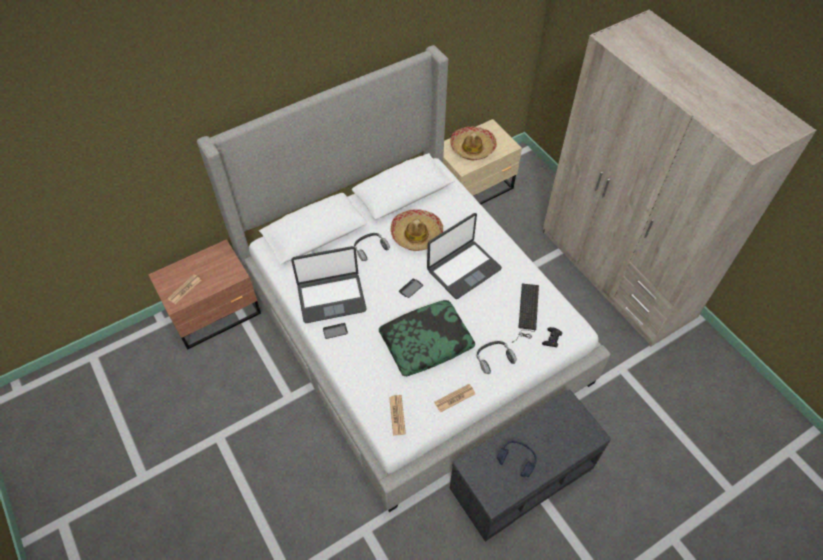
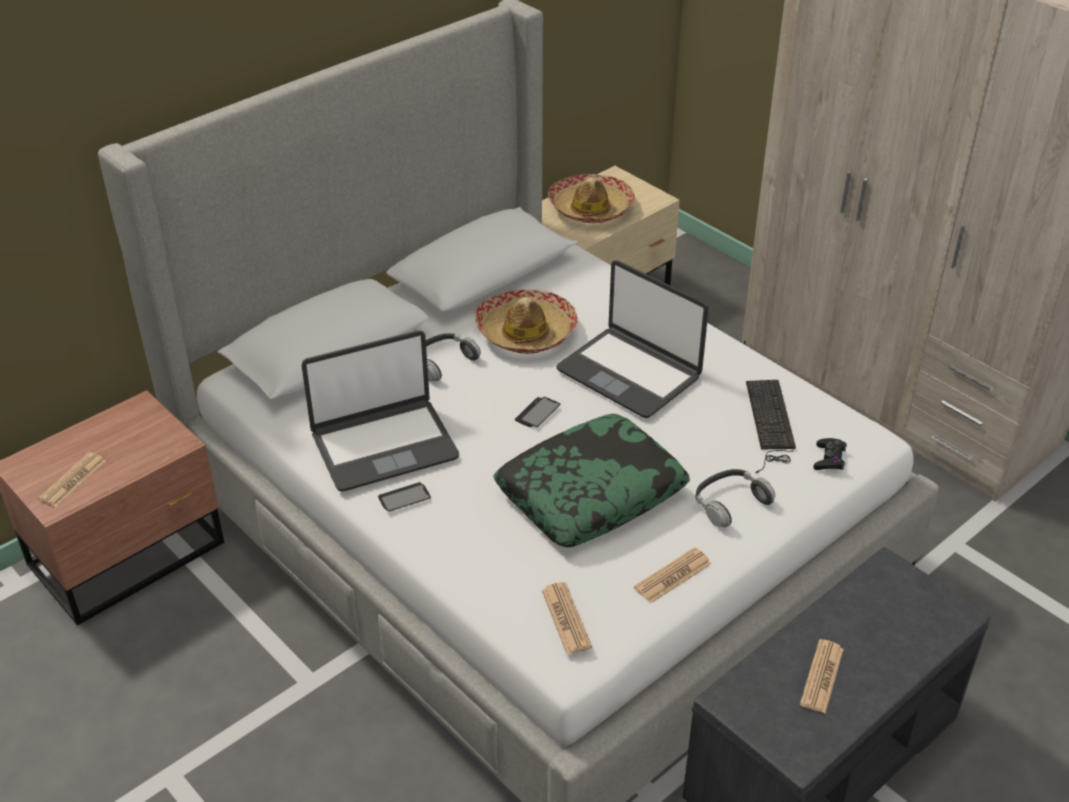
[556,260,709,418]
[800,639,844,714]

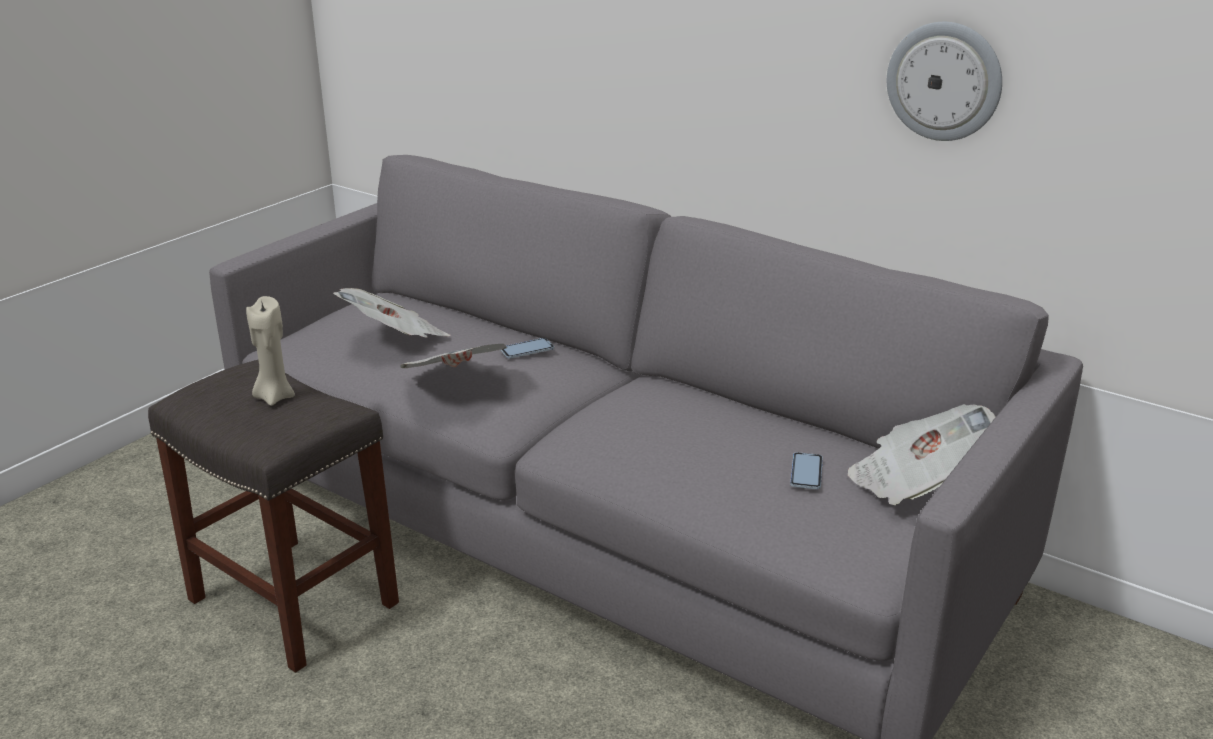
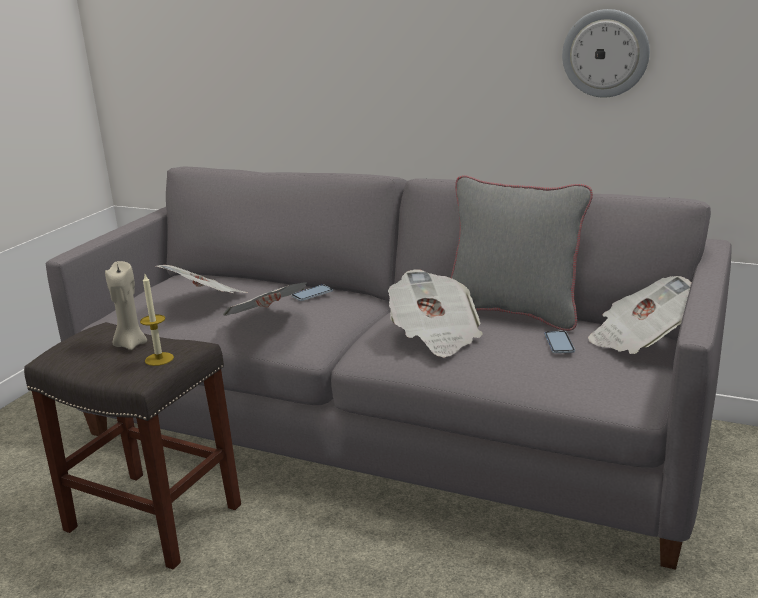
[451,175,593,331]
[388,269,483,358]
[140,274,174,366]

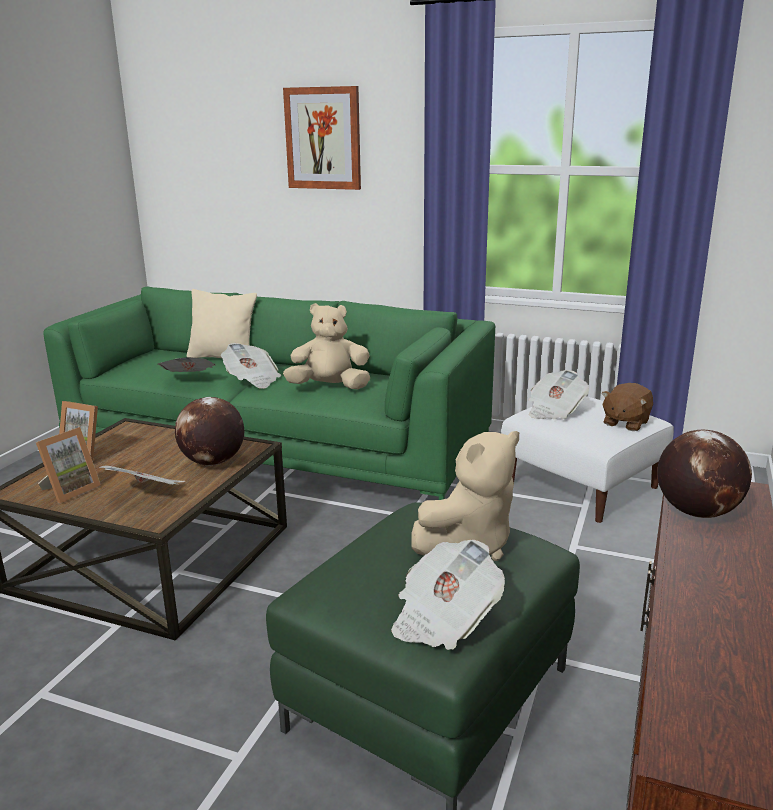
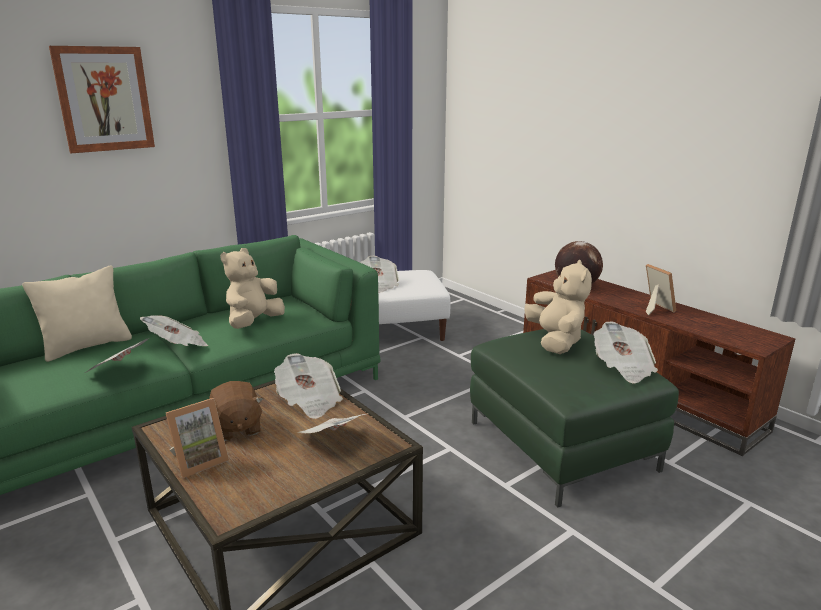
[209,381,263,441]
[274,353,343,419]
[646,264,676,315]

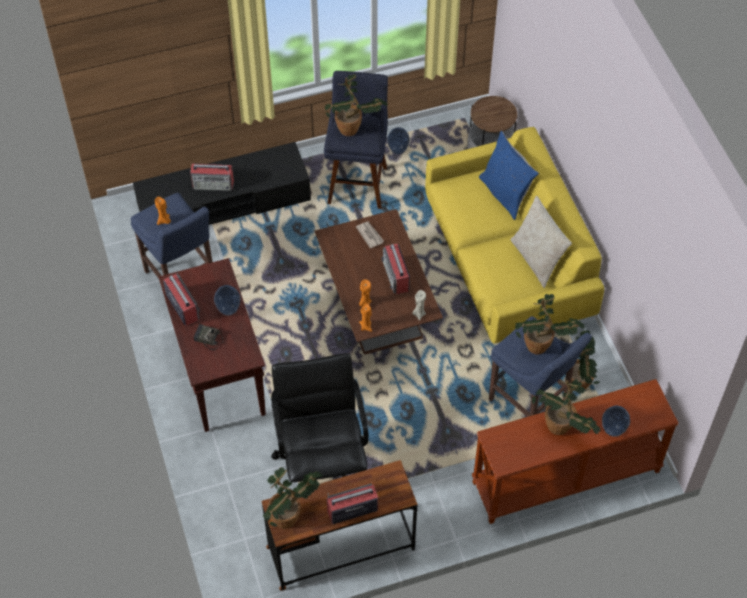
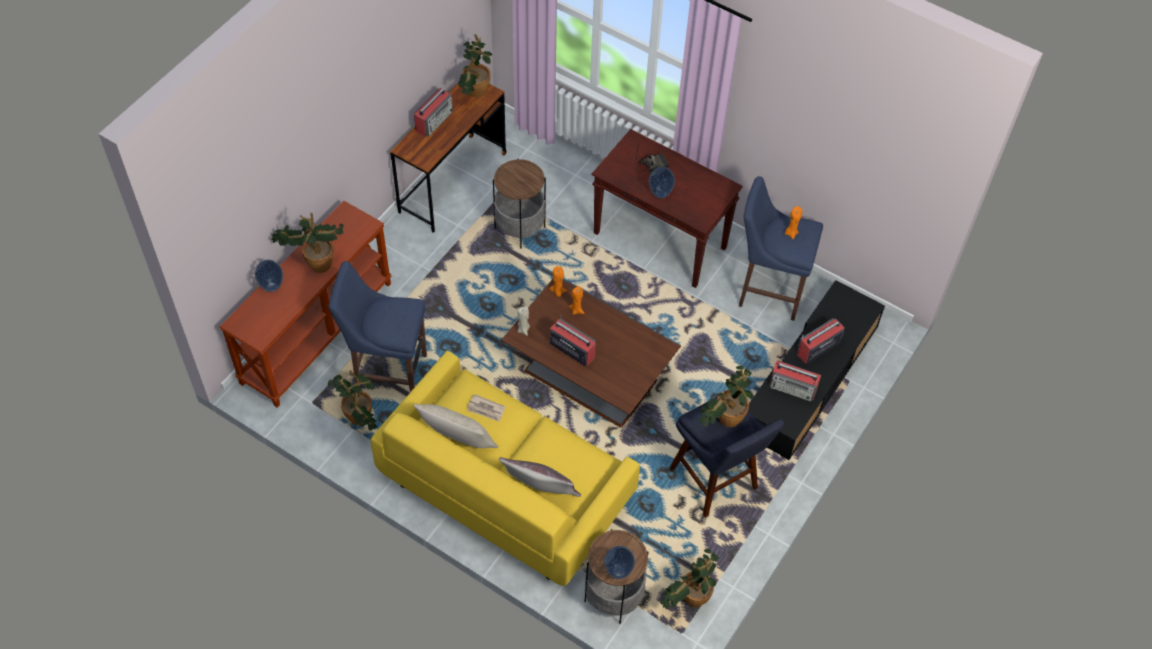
[604,546,635,579]
[499,457,581,497]
[467,394,505,422]
[769,360,821,402]
[660,549,719,610]
[493,159,546,249]

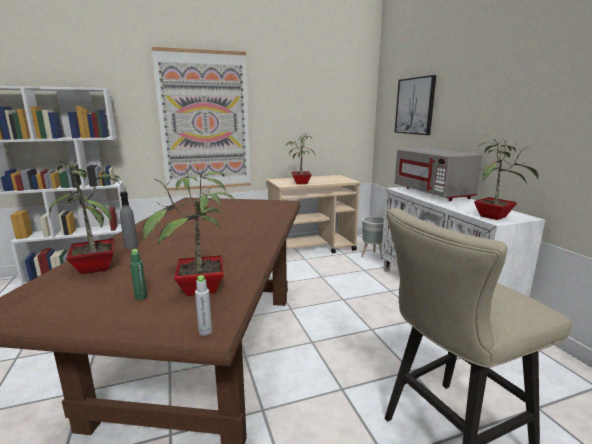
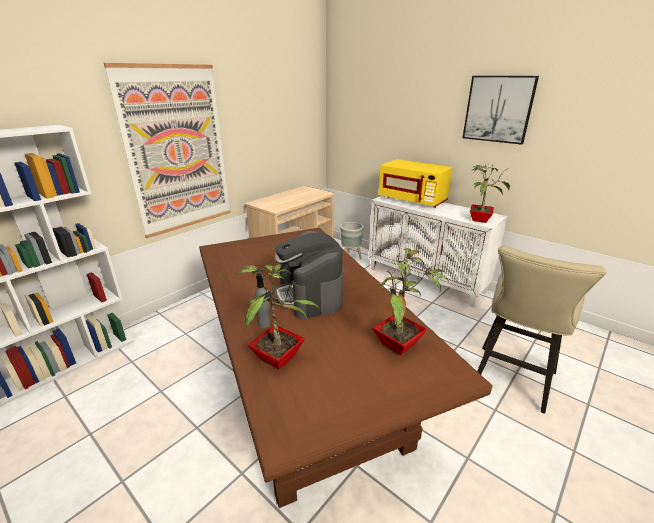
[463,76,539,145]
[286,133,315,184] (first image)
[379,159,452,208]
[130,249,147,300] (first image)
[195,275,212,336] (first image)
[275,231,343,319]

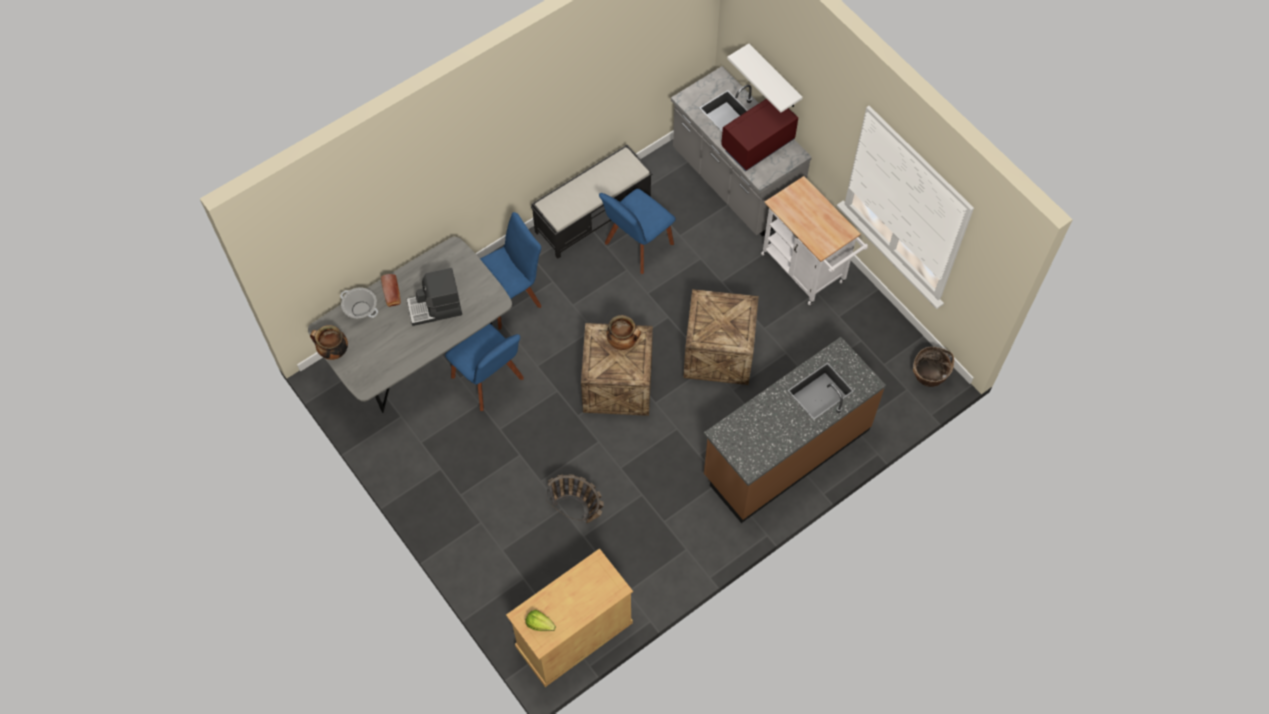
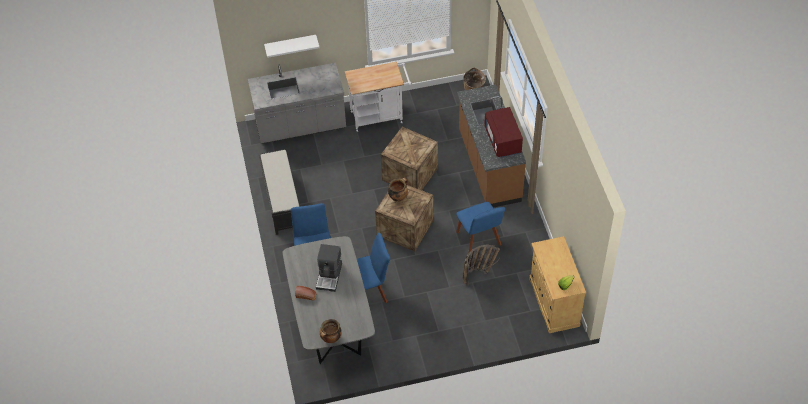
[484,107,523,157]
[456,202,505,253]
[340,287,378,318] (first image)

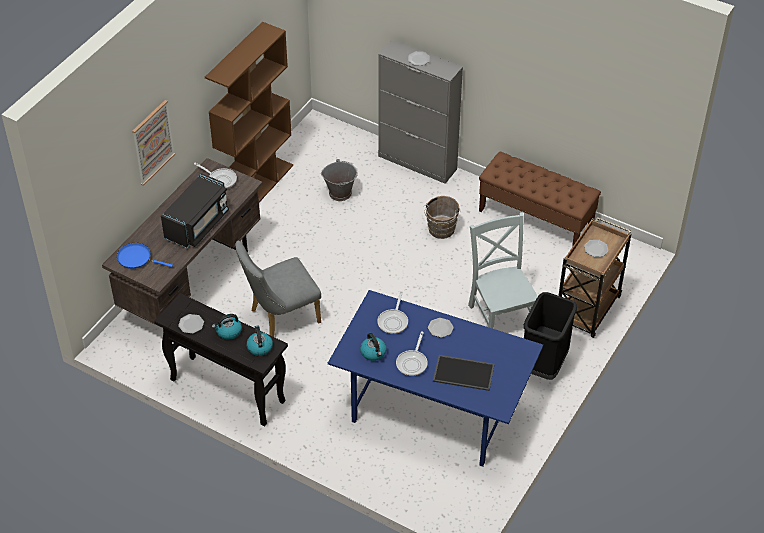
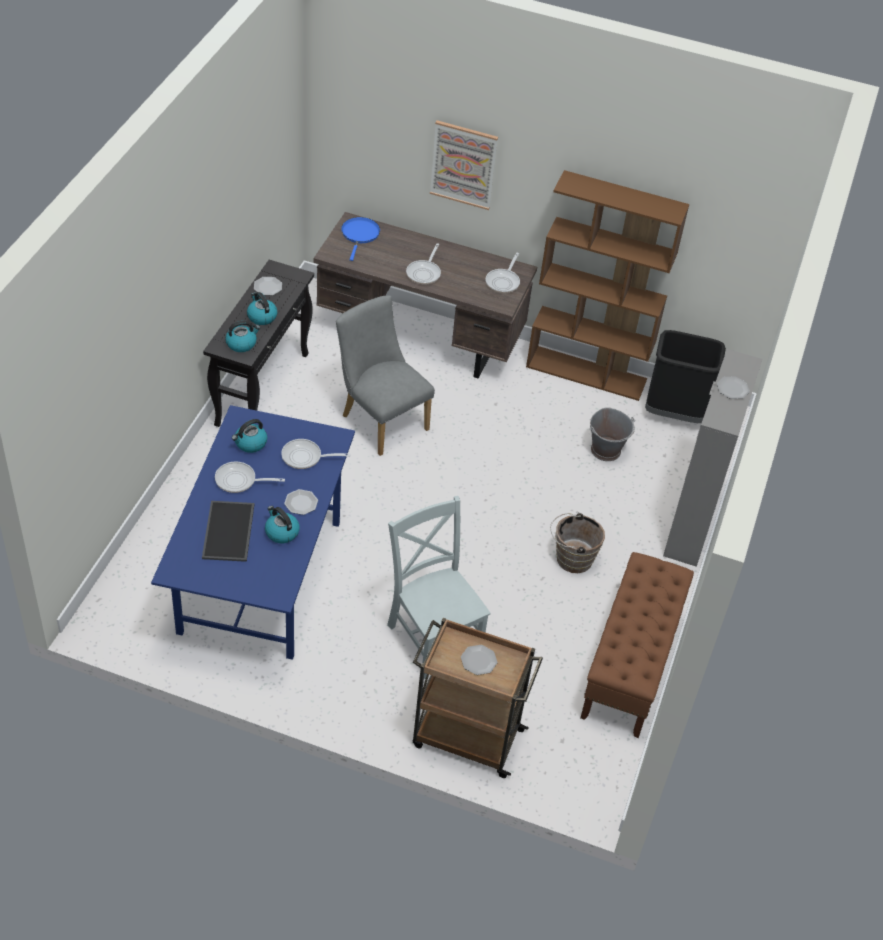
[406,243,441,284]
[387,496,491,679]
[645,330,726,423]
[265,506,300,543]

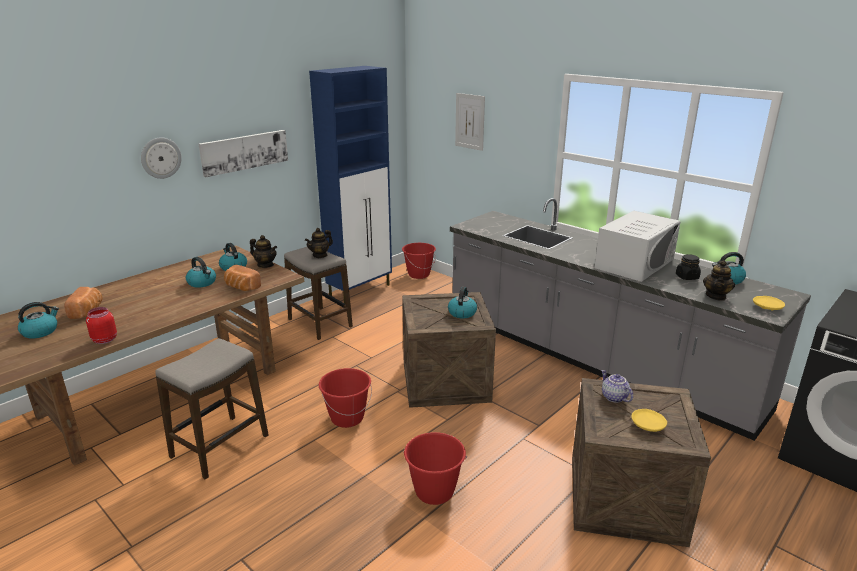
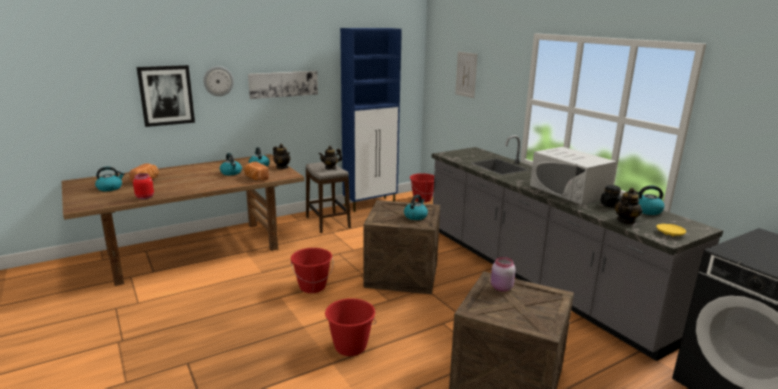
[530,147,617,205]
[155,338,269,479] (first image)
[491,257,516,292]
[631,409,667,432] (first image)
[137,65,195,127]

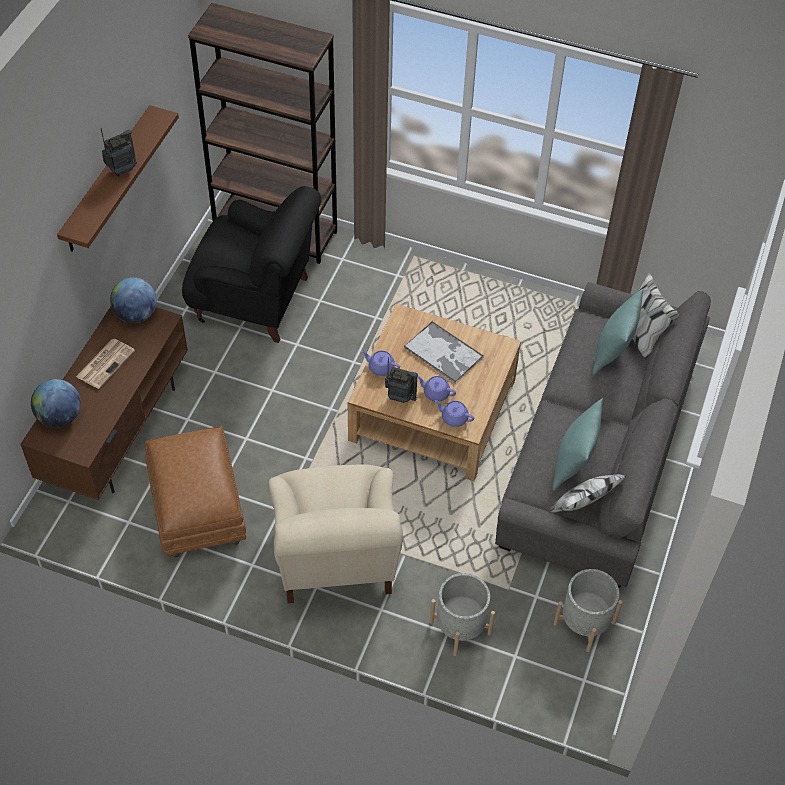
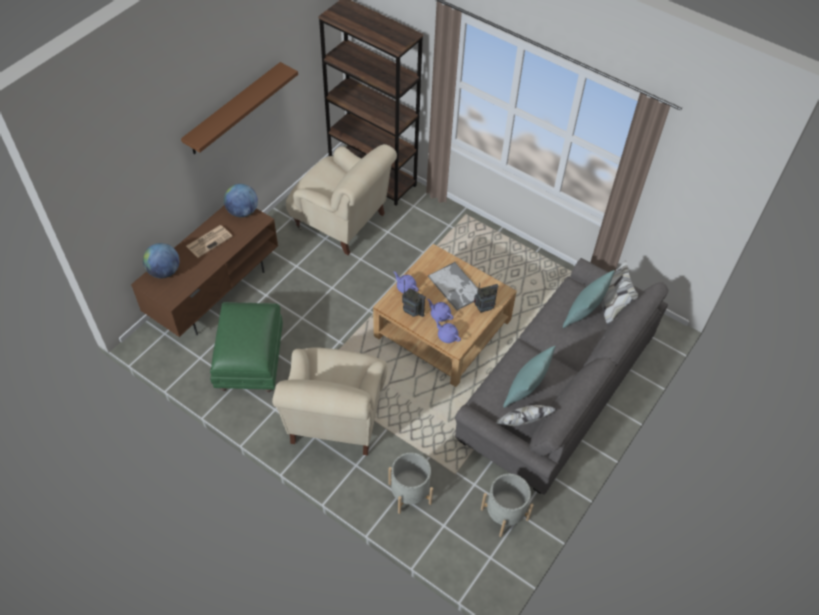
[474,283,498,312]
[286,144,397,255]
[210,302,283,392]

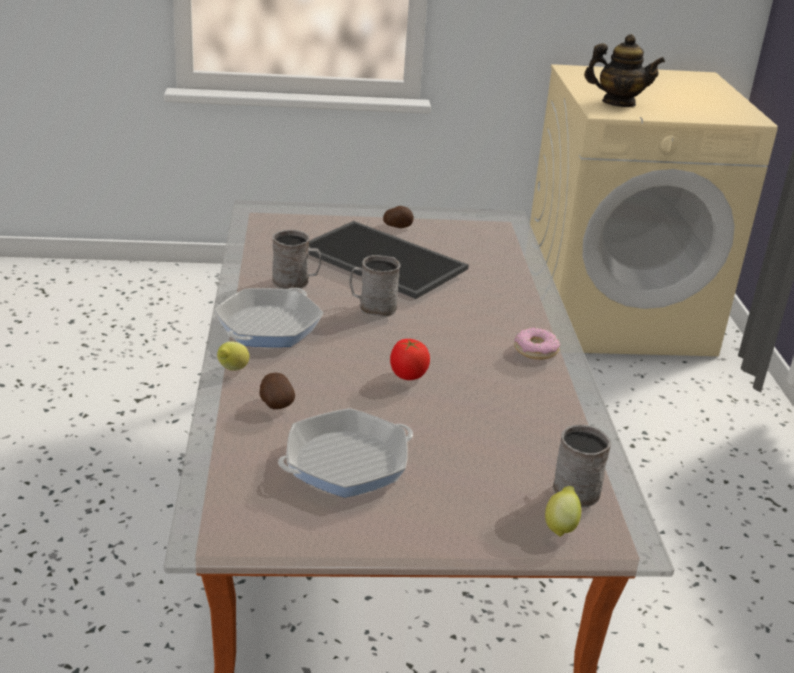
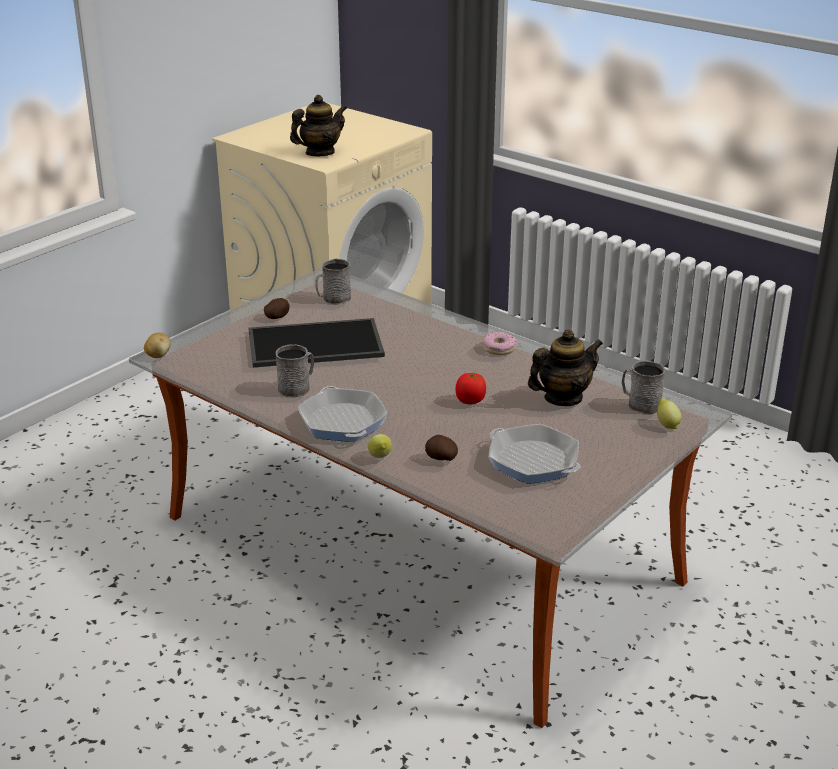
[315,258,351,305]
[489,424,580,484]
[528,329,603,406]
[144,332,171,358]

